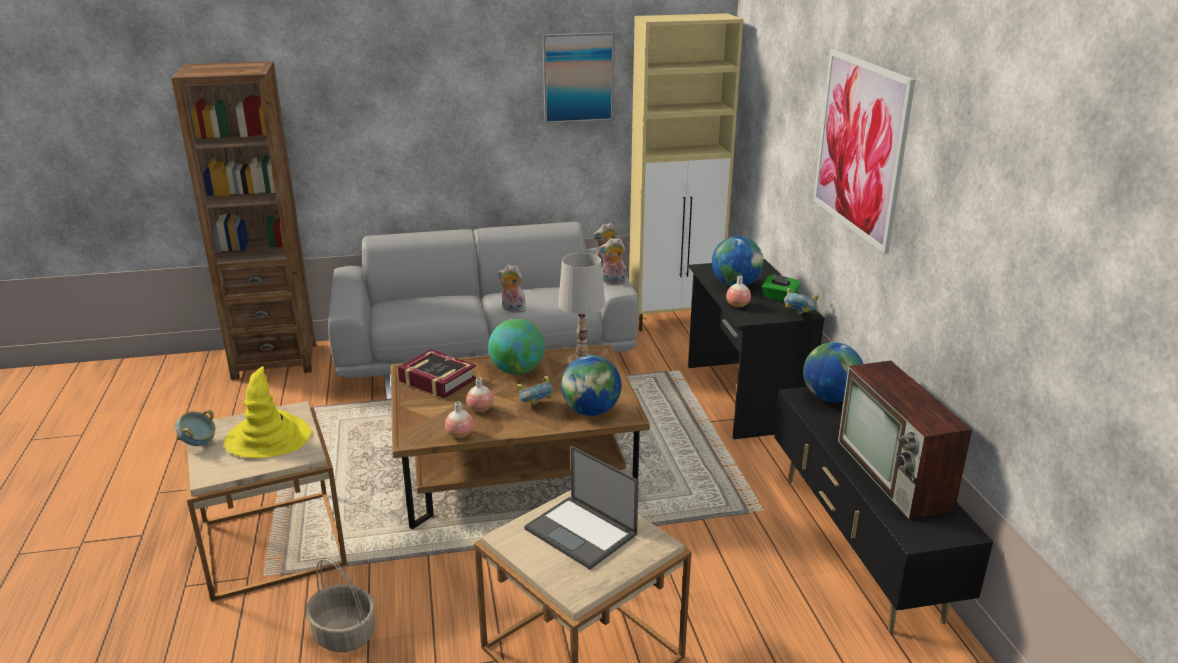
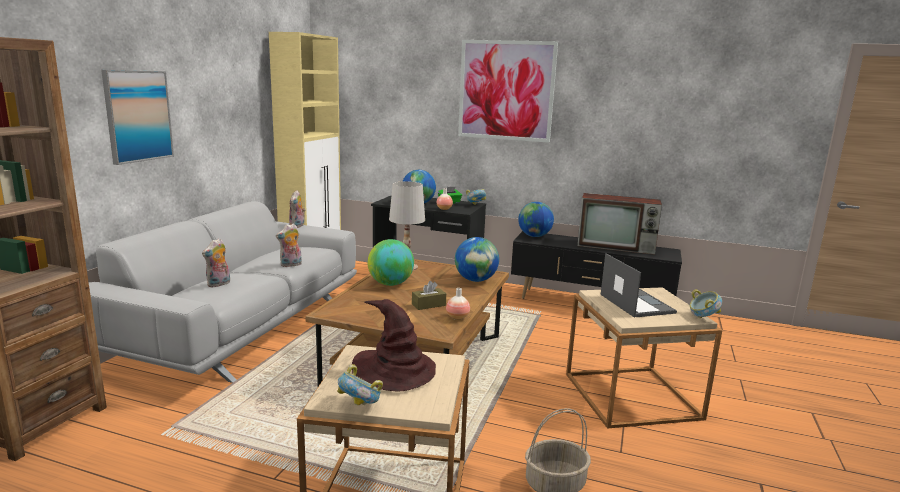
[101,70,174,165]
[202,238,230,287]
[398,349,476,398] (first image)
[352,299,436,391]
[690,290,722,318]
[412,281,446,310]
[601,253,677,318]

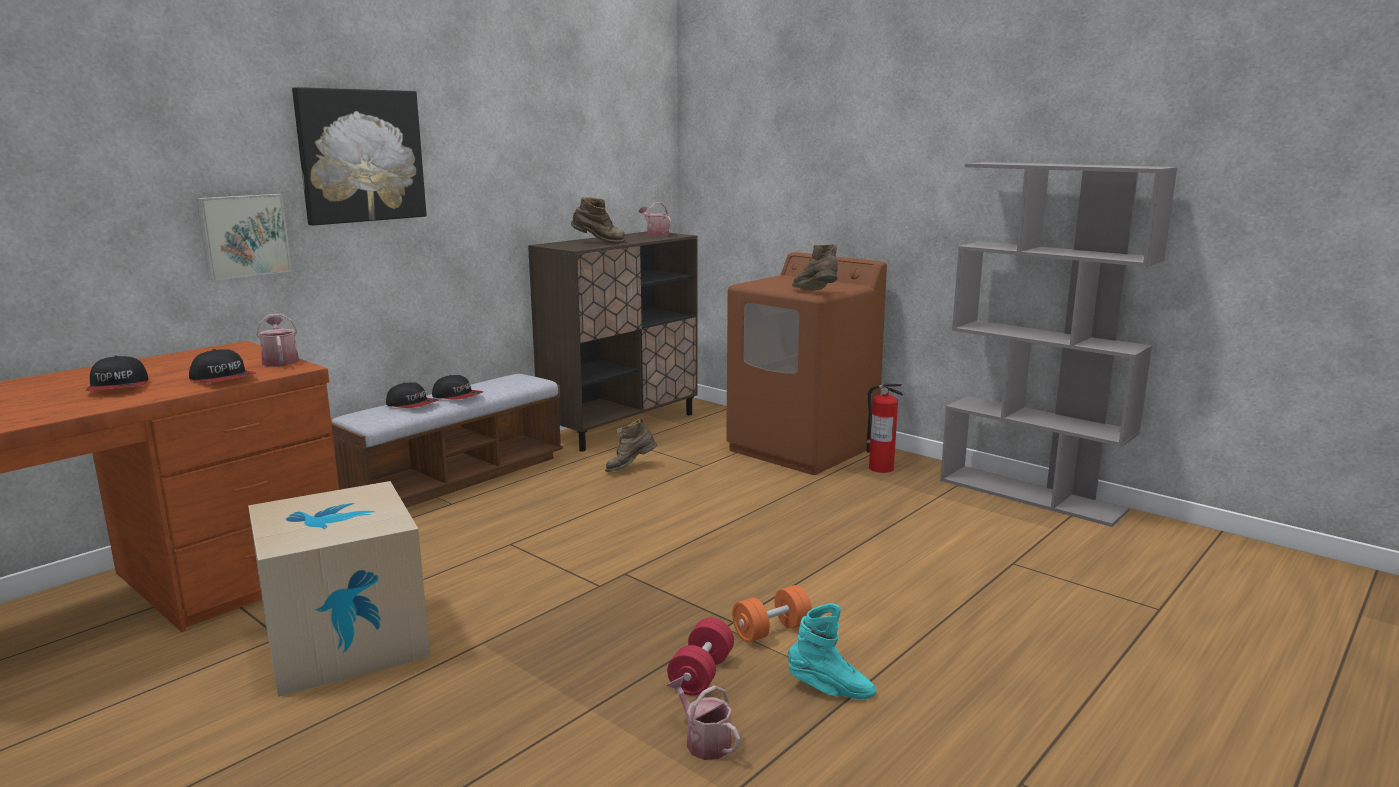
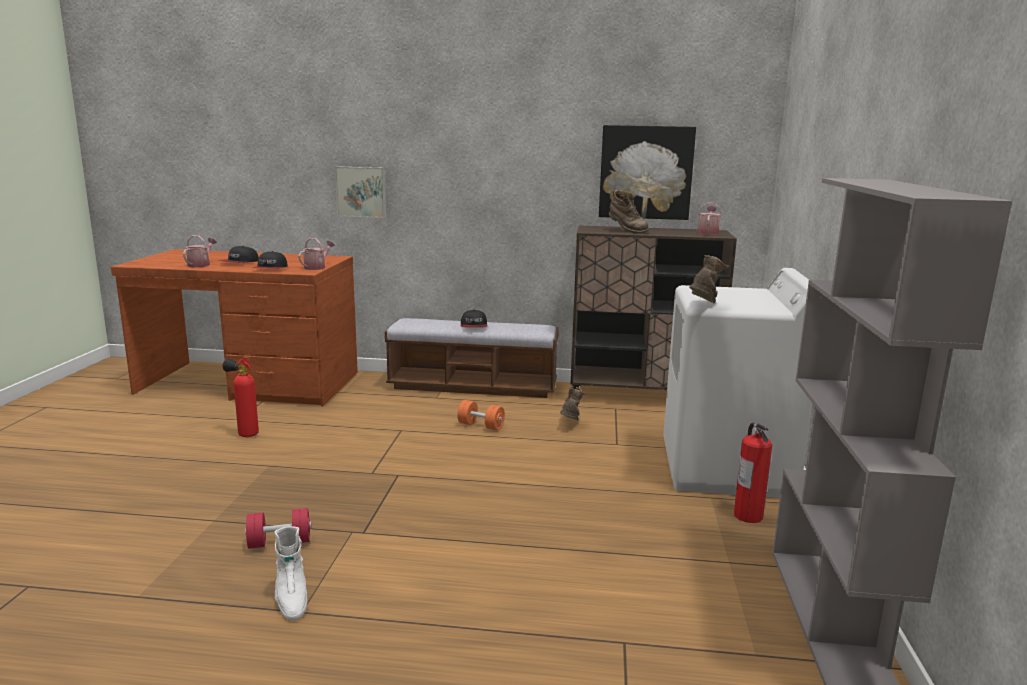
[599,125,696,220]
[663,268,812,498]
[386,382,438,408] (first image)
[560,386,588,420]
[222,357,259,437]
[457,400,505,430]
[274,526,307,620]
[183,235,217,268]

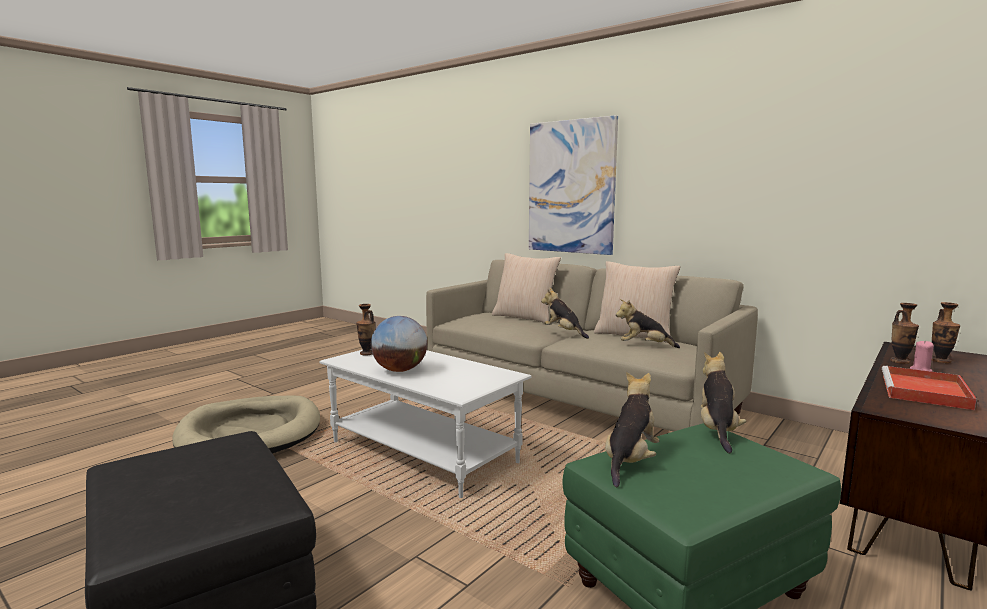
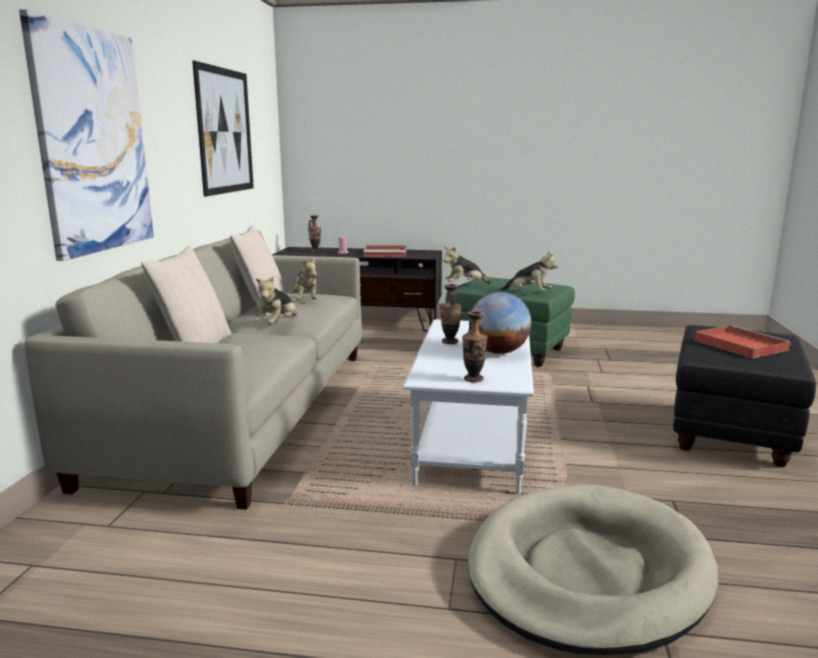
[440,284,461,344]
[500,251,558,291]
[192,60,254,197]
[694,325,791,359]

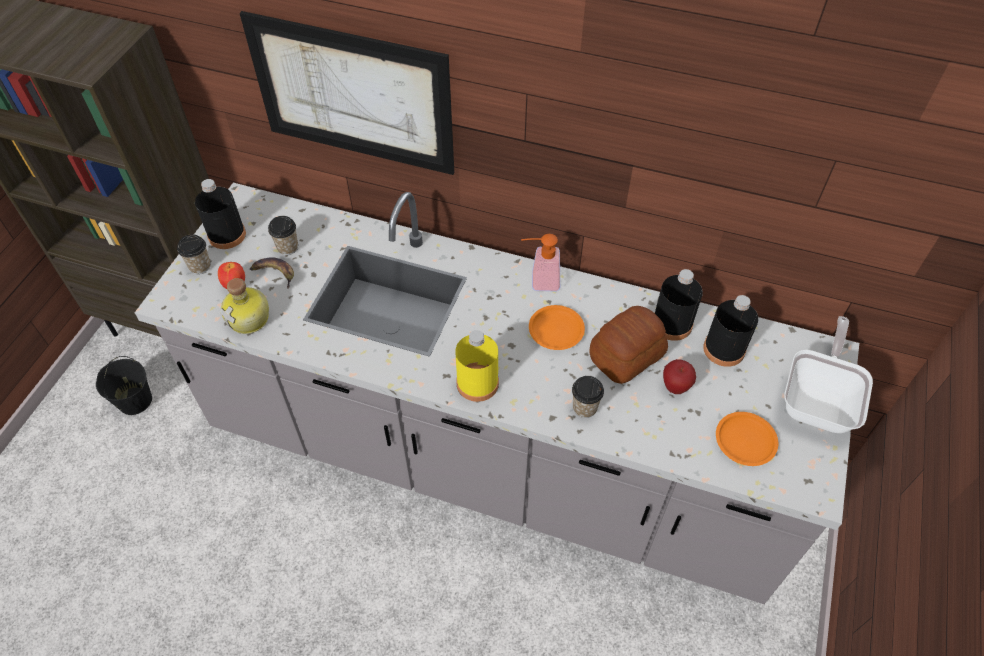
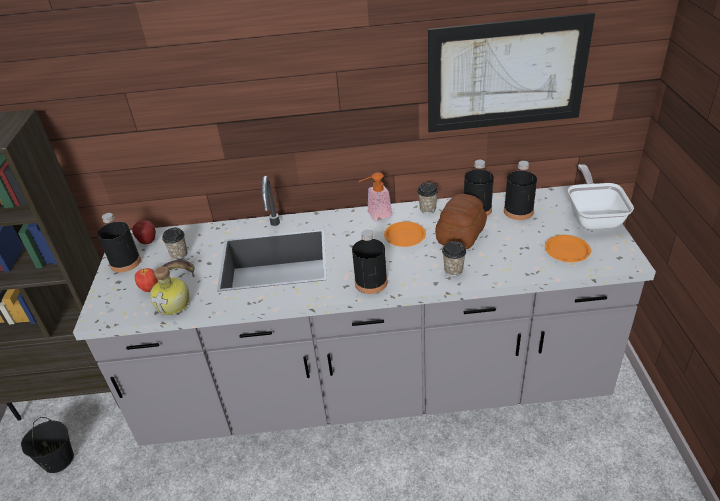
[428,13,595,132]
[417,183,438,214]
[352,230,387,294]
[132,220,156,244]

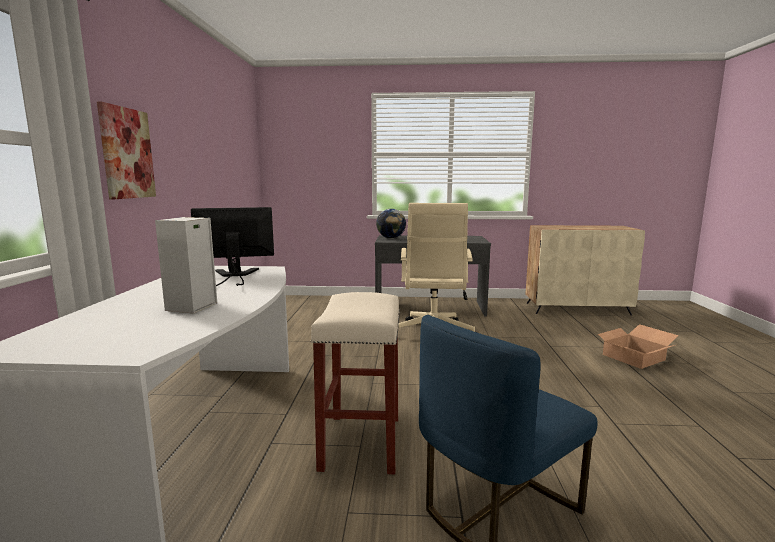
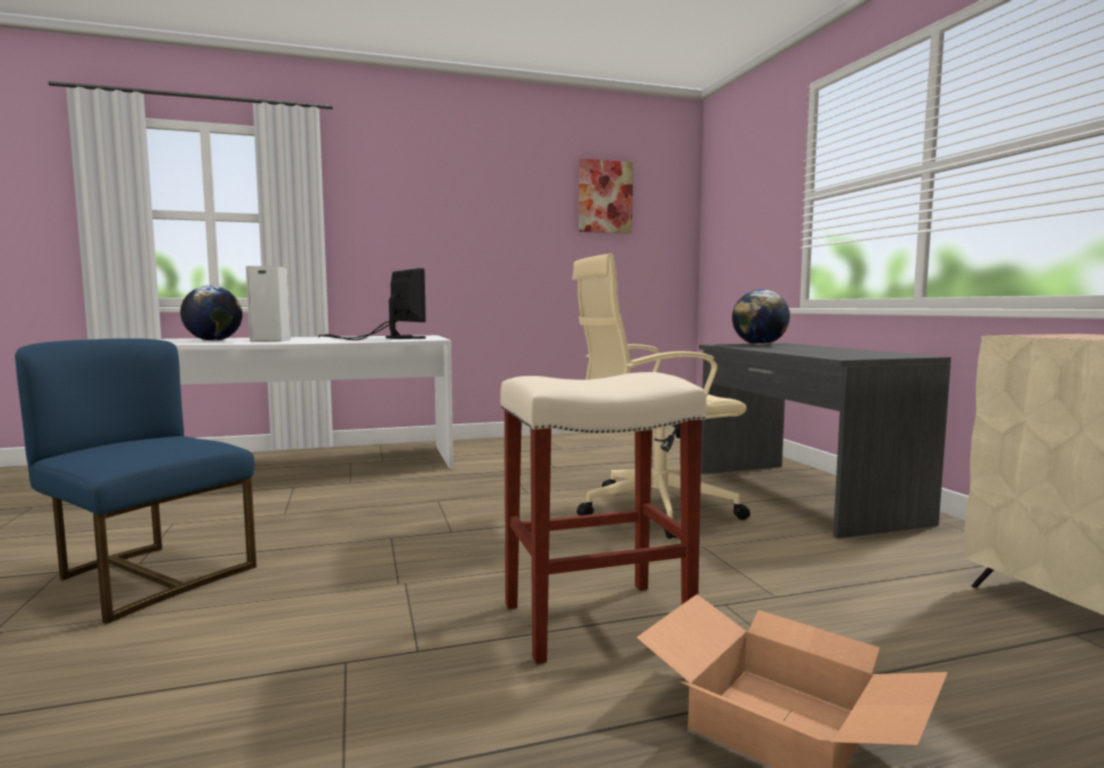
[579,158,633,234]
[500,372,707,664]
[180,286,242,341]

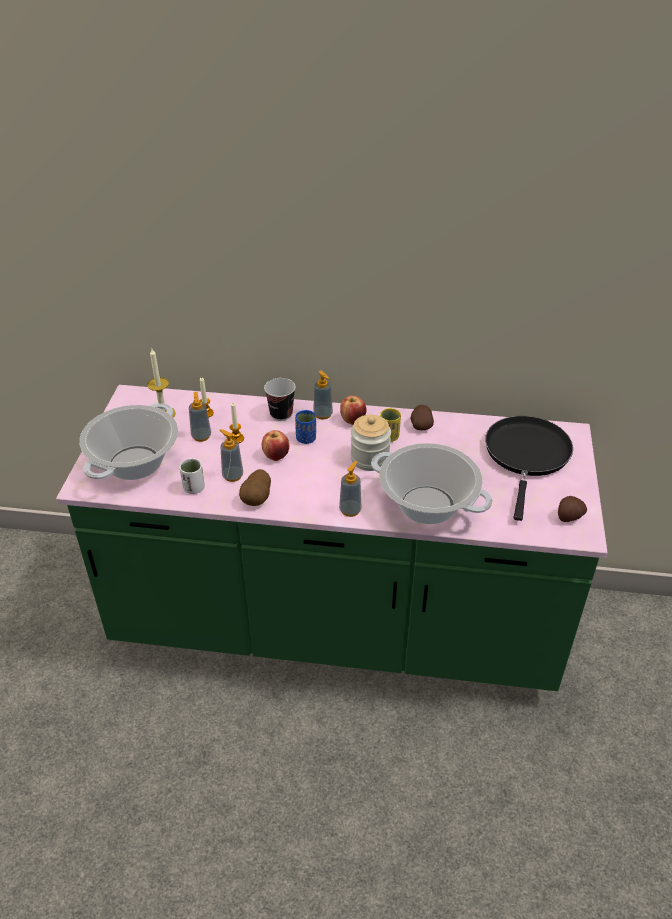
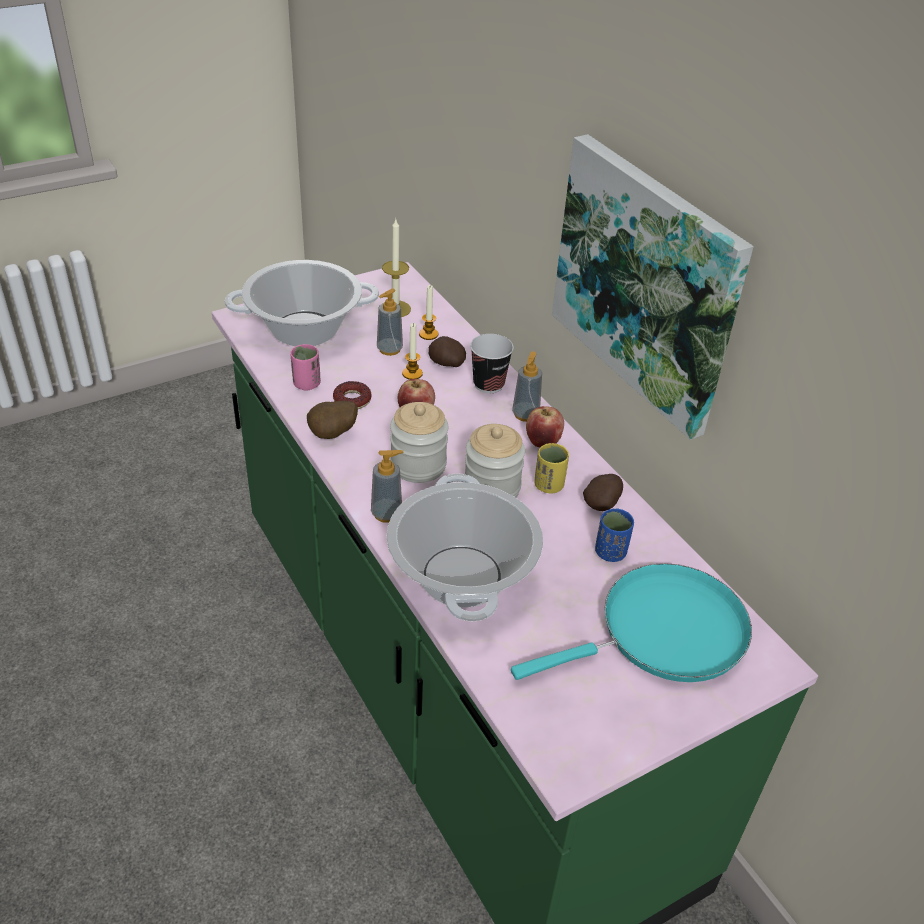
[595,508,634,562]
[511,563,752,682]
[333,381,372,409]
[290,344,321,390]
[429,336,466,367]
[552,134,754,440]
[390,402,448,483]

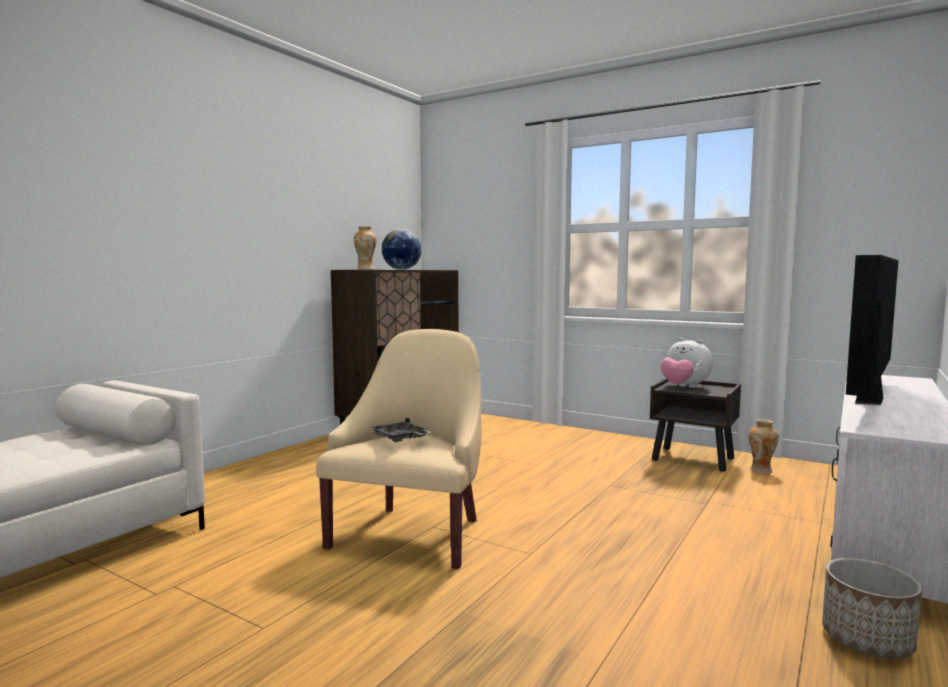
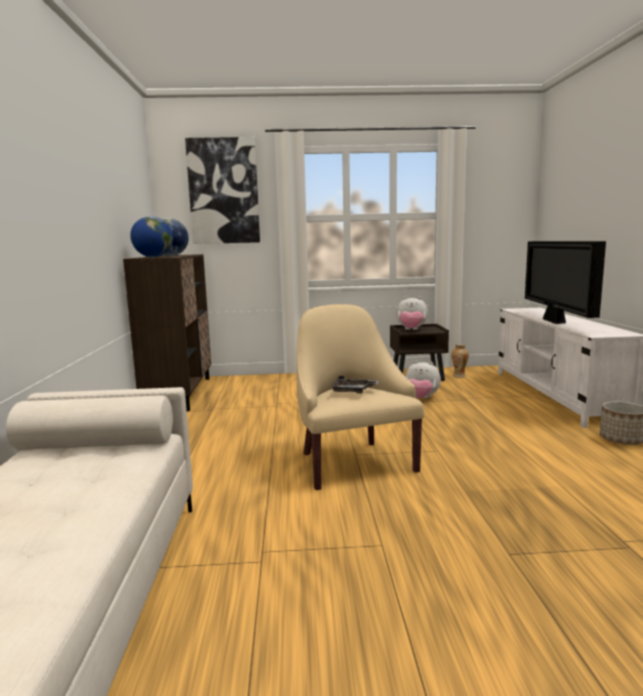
[130,216,173,257]
[185,137,260,244]
[406,361,441,398]

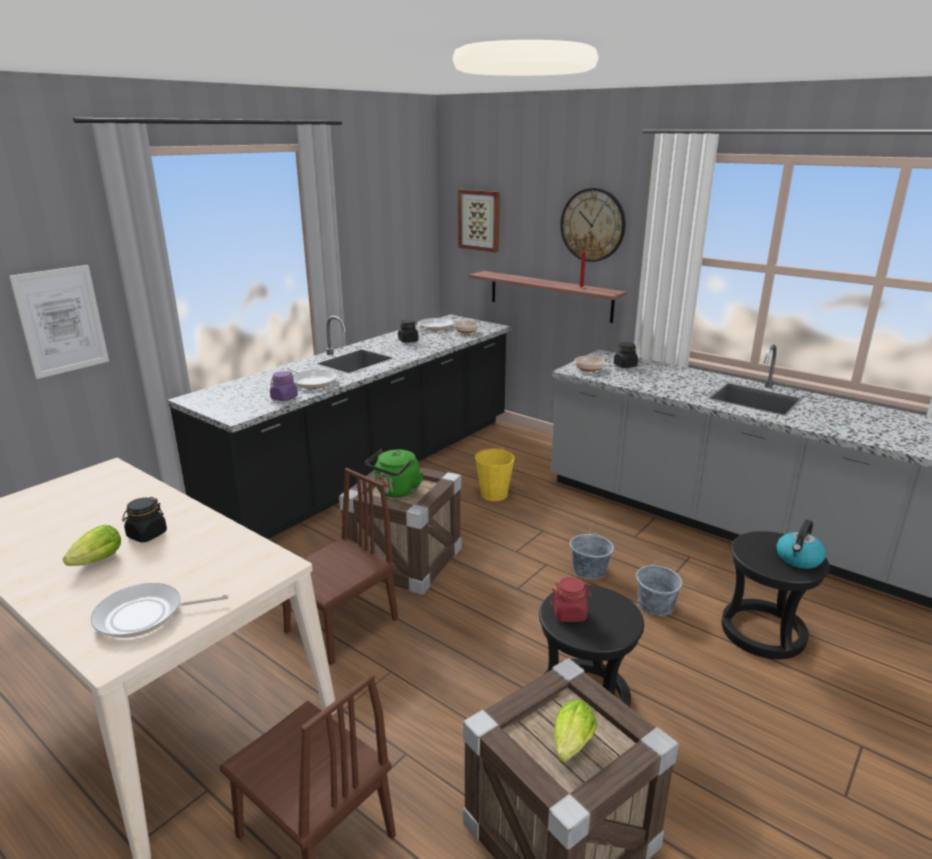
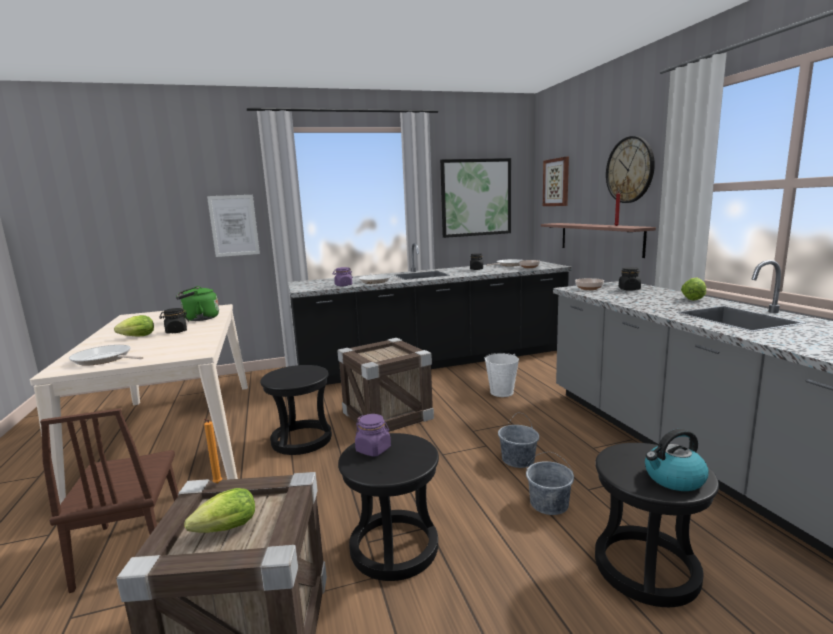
[485,353,519,397]
[176,286,219,321]
[260,365,332,455]
[355,414,391,457]
[440,158,511,238]
[681,277,706,300]
[204,419,222,483]

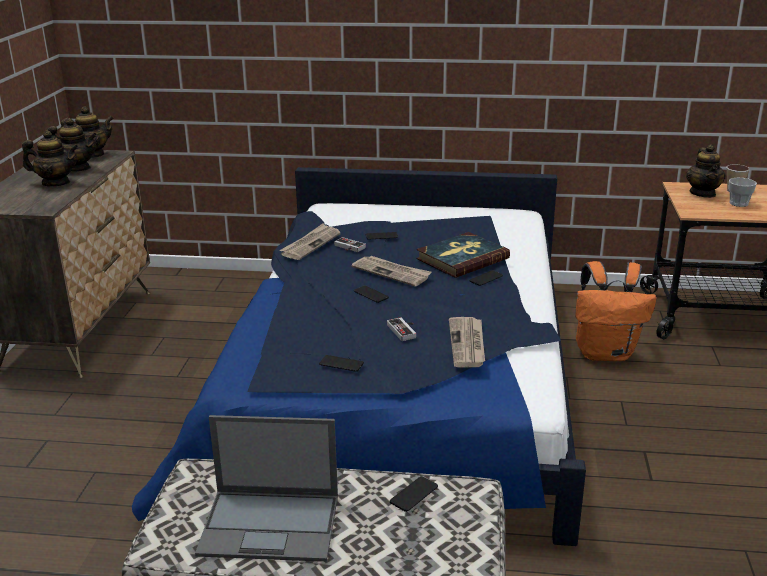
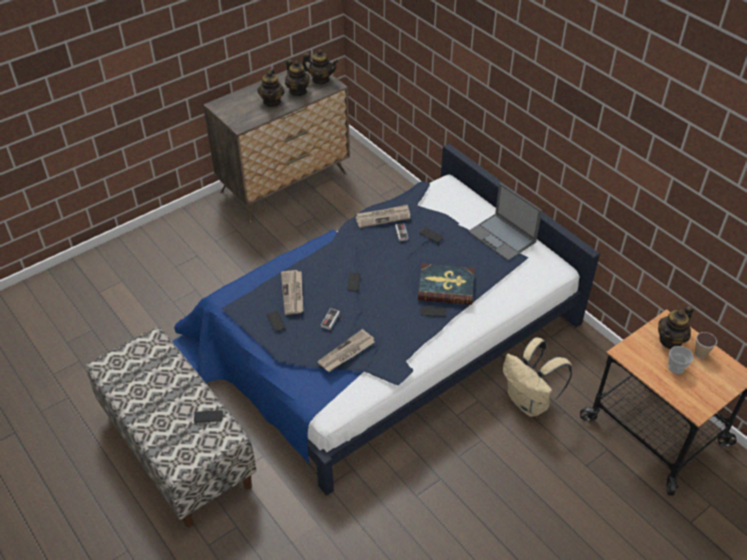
[257,68,285,107]
[281,270,303,315]
[503,337,572,417]
[468,183,542,261]

